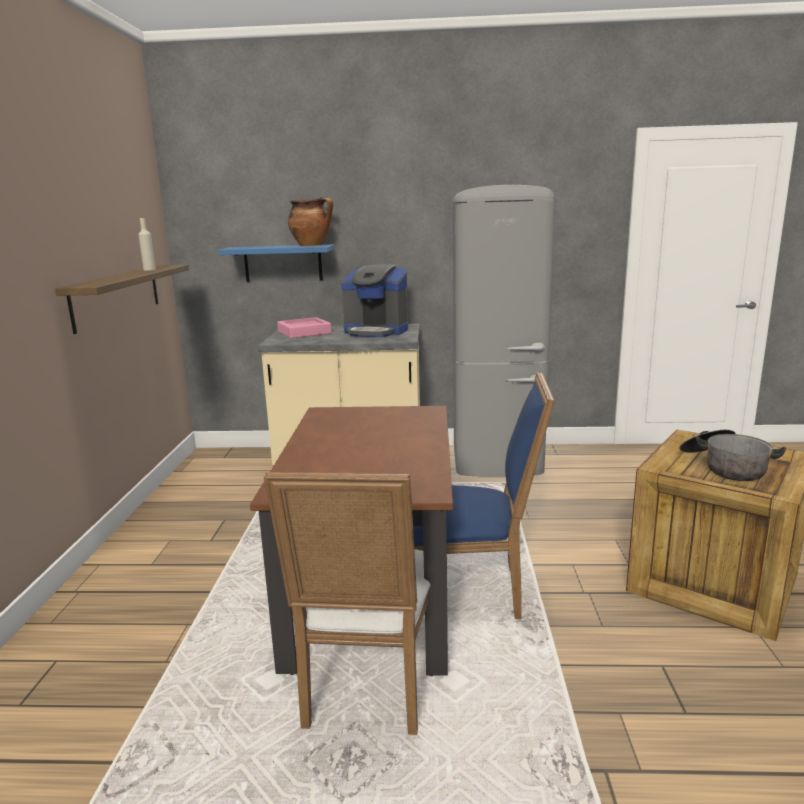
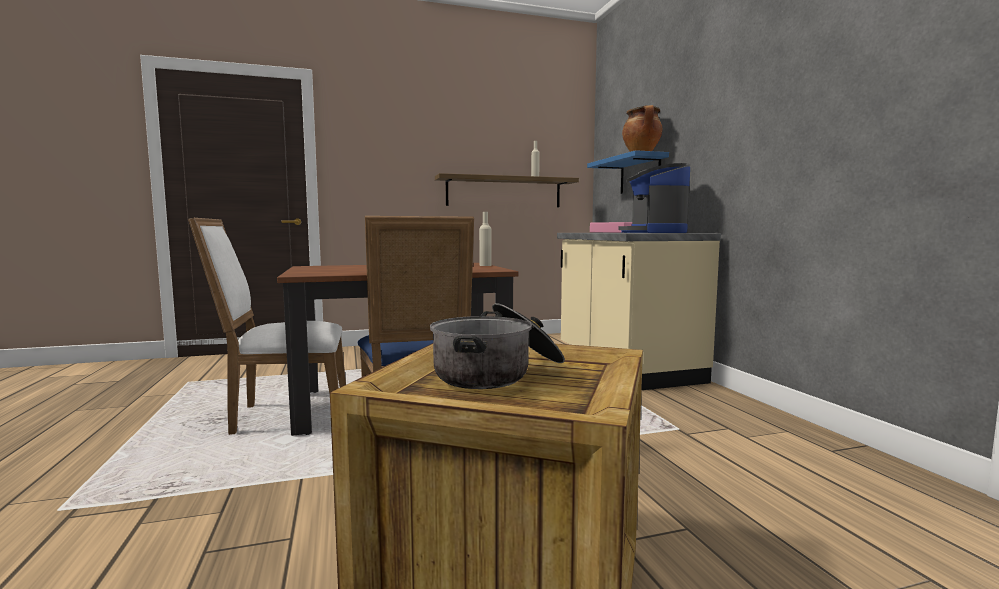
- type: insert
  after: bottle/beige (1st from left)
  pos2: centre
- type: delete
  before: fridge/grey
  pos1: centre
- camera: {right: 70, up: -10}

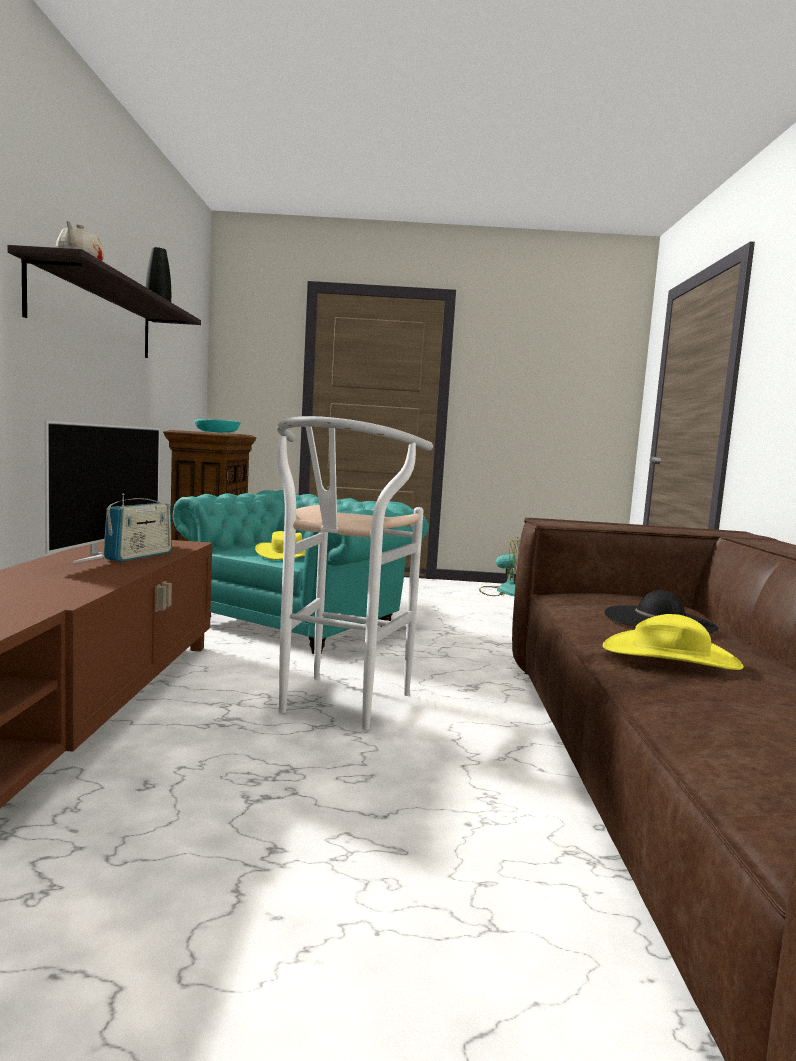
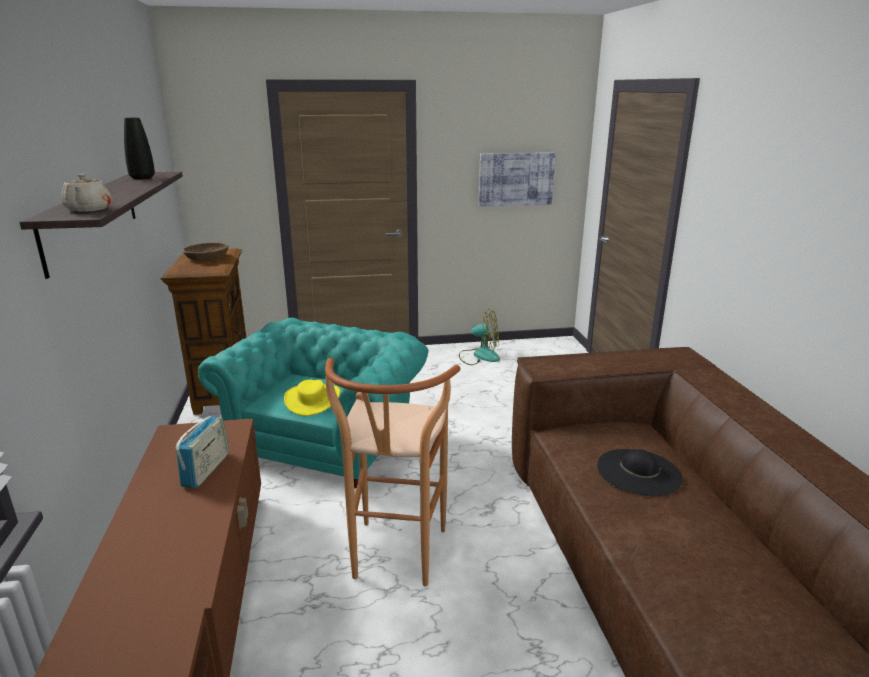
- type: recolor
  before: bowl/turquoise
  after: bowl/brown
  pos1: middle left
  pos2: middle left
- type: recolor
  before: stool/white
  after: stool/brown
  pos1: centre
  pos2: bottom centre
- type: insert
  after: picture
  pos2: top centre
- type: delete
  before: television
  pos1: middle left
- type: delete
  before: hat/yellow (2nd from left)
  pos1: middle right
- camera: {right: -10, up: 15}

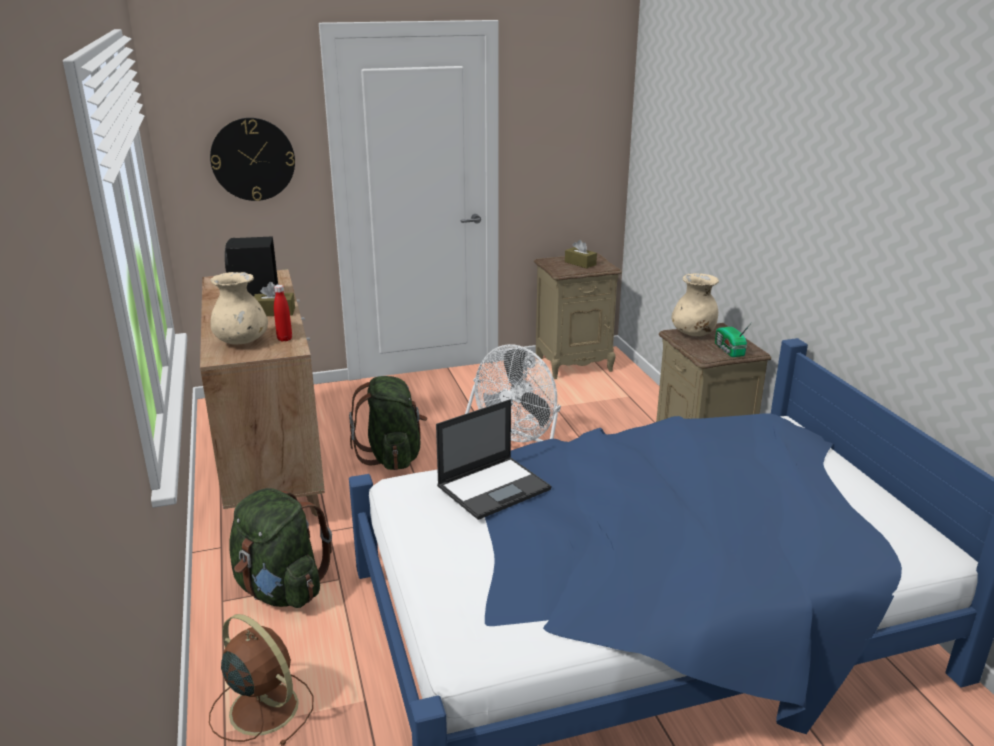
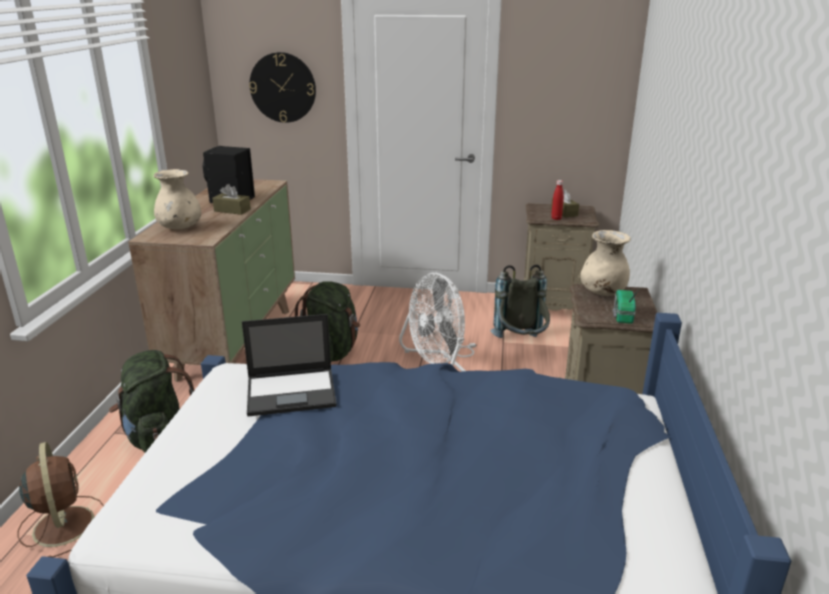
- type: insert
  after: backpack/grey
  pos2: centre
- type: move
  before: bottle/red
  pos1: middle left
  pos2: middle right
- camera: {right: 25, up: 0}

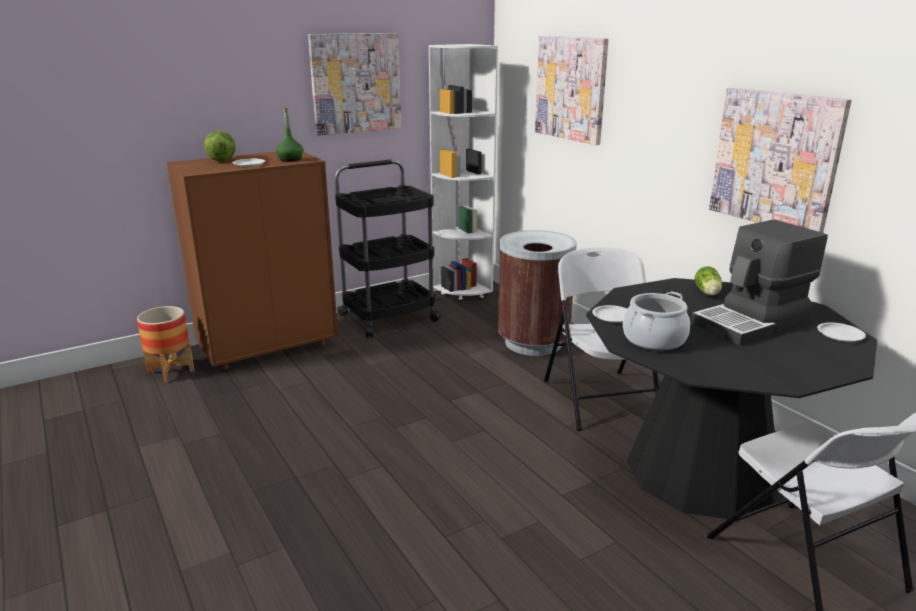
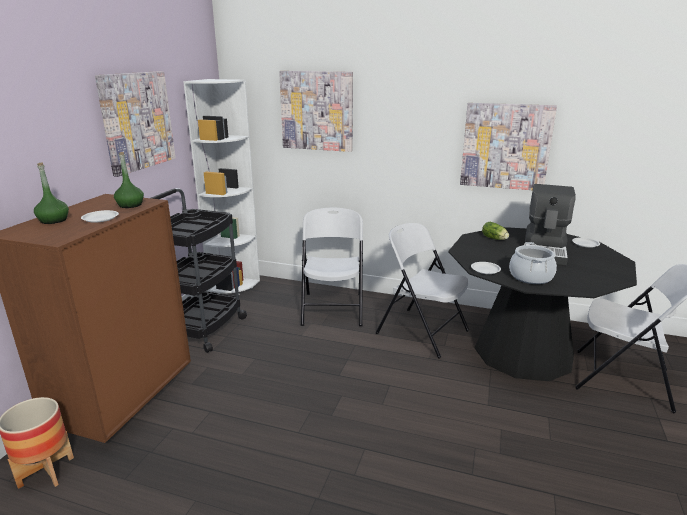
- type: replace
  before: lettuce (1st from left)
  after: bottle/green (1st from left)
  pos1: top left
  pos2: middle left
- type: replace
  before: trash can/brown
  after: chair/white (1st from left)
  pos1: centre
  pos2: centre
- camera: {right: -40, up: 0}

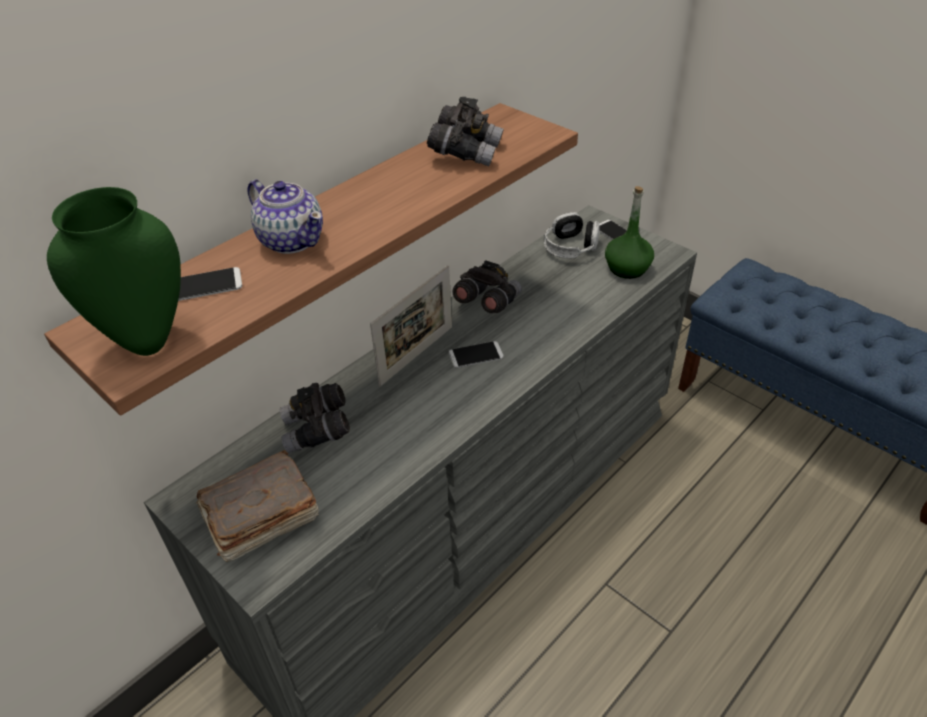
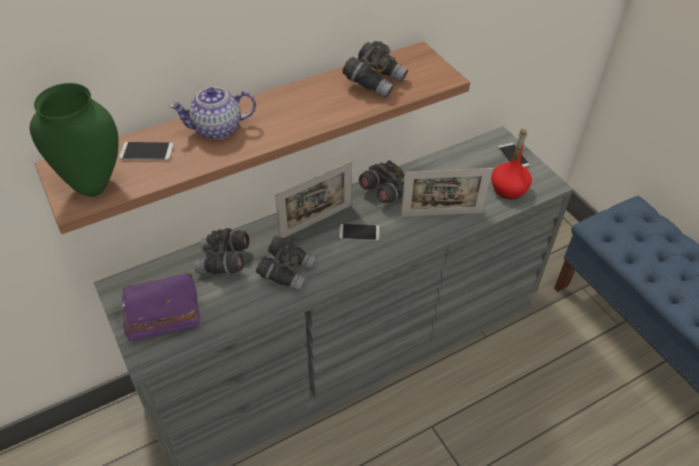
- type: recolor
  before: book/brown
  after: book/purple
  pos1: bottom left
  pos2: middle left
- type: rotate
  before: teapot
  pos1: top left
  pos2: top left
  turn: 105
- type: insert
  after: binoculars/grey (2nd from left)
  pos2: centre
- type: insert
  after: picture frame (2nd from left)
  pos2: centre
- type: recolor
  before: bottle/green
  after: bottle/red
  pos1: top right
  pos2: middle right
- type: delete
  before: headphones
  pos1: top centre
- camera: {right: 15, up: 5}

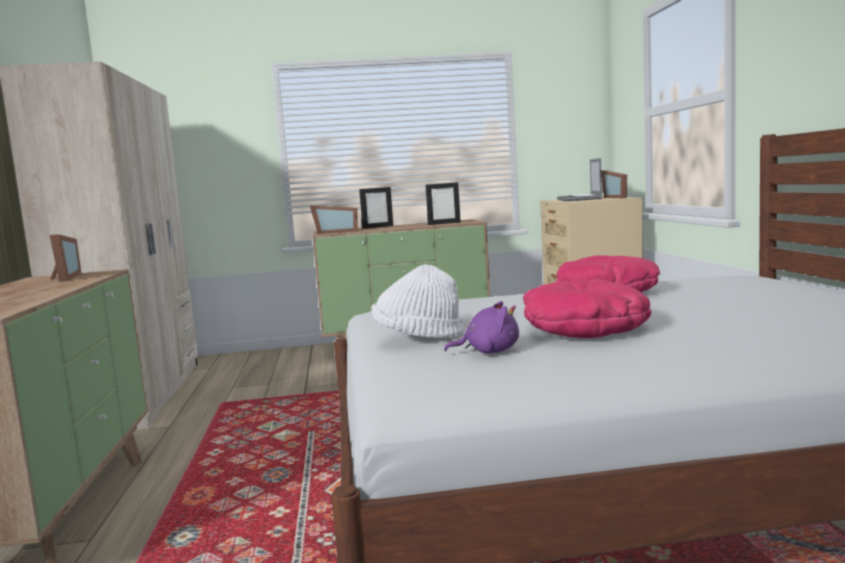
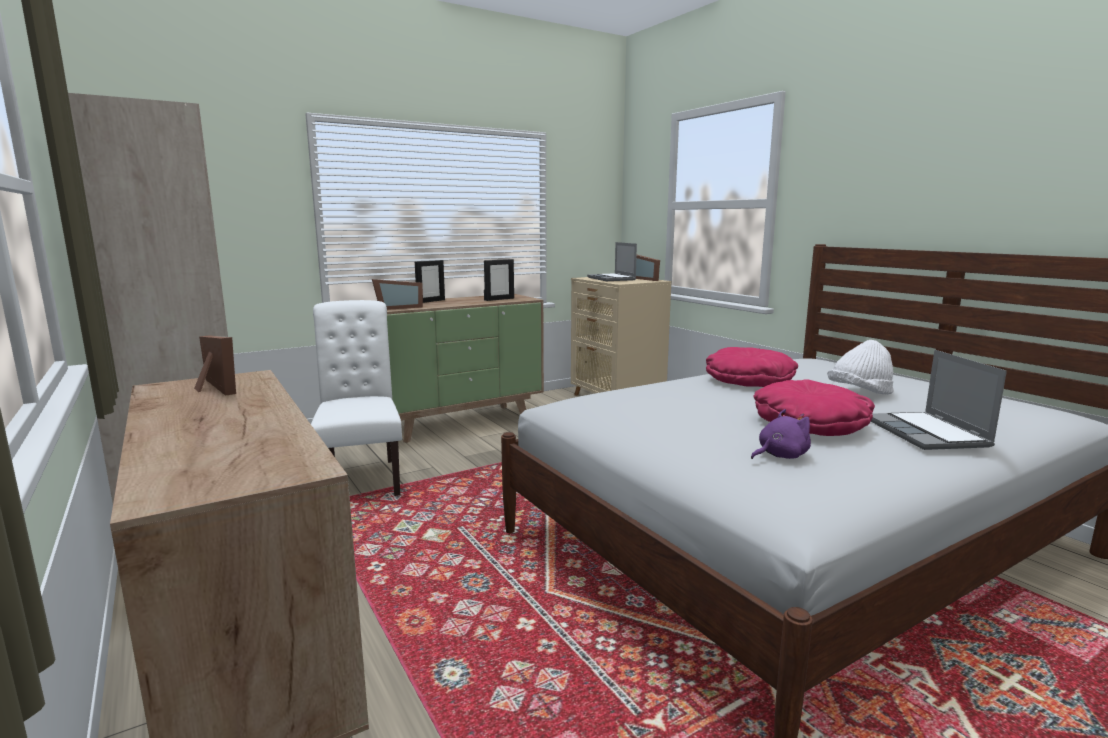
- type: insert
  after: chair/white
  pos2: middle left
- type: move
  before: hat/white
  pos1: centre
  pos2: middle right
- type: insert
  after: laptop (2nd from left)
  pos2: middle right
- camera: {right: -25, up: 5}

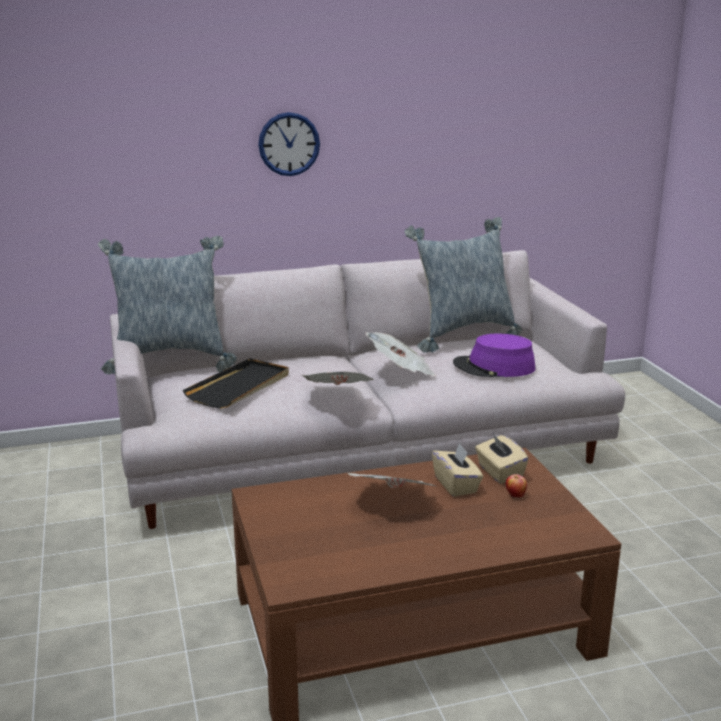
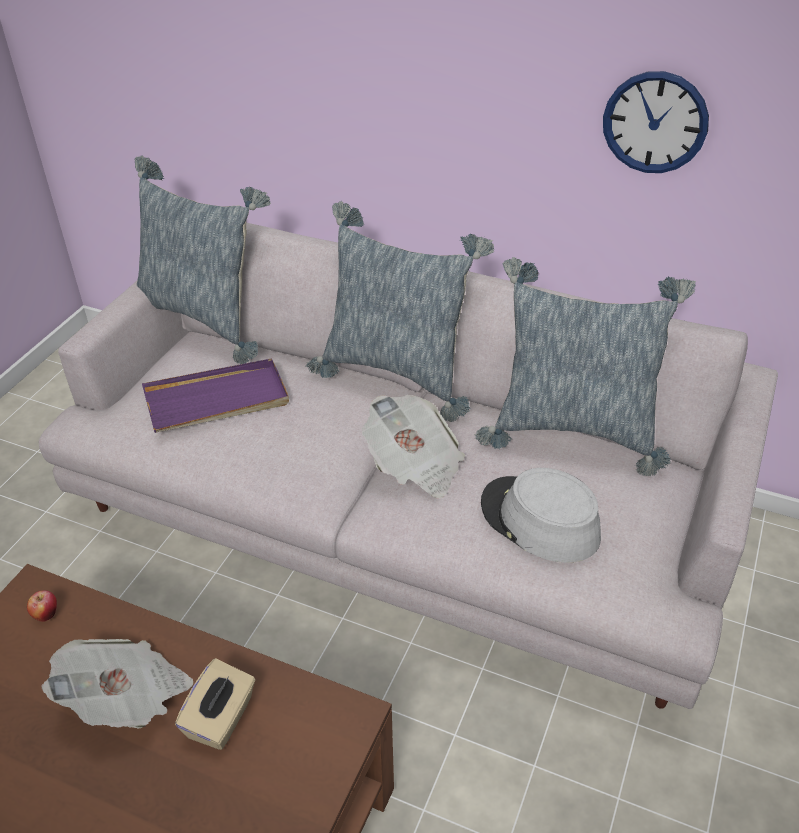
- type: move
  before: apple
  pos1: bottom right
  pos2: bottom left
- type: recolor
  before: tray/black
  after: tray/purple
  pos1: middle left
  pos2: middle left
- type: insert
  after: pillow (2nd from left)
  pos2: centre
- type: recolor
  before: hat/purple
  after: hat/grey
  pos1: middle right
  pos2: middle right
- type: move
  before: wall clock
  pos1: top centre
  pos2: top right
- type: delete
  before: newspaper (1st from left)
  pos1: centre
- type: delete
  before: tissue box/beige (2nd from left)
  pos1: middle right
- camera: {right: 40, up: 20}

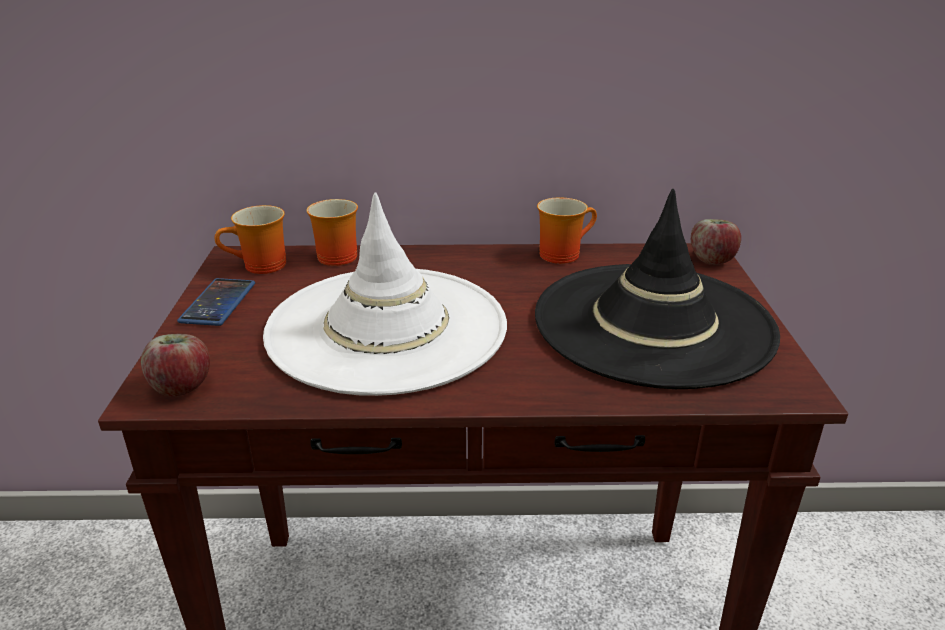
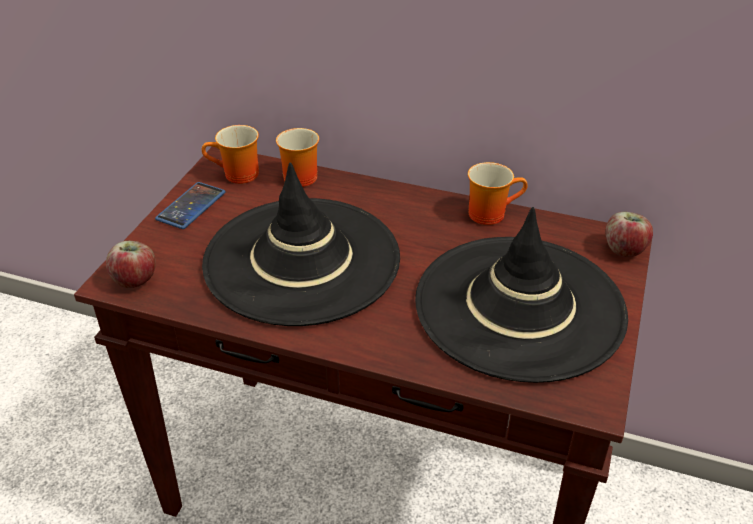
- type: recolor
  before: hat/white
  after: hat/black (1st from left)
  pos1: centre
  pos2: centre
- camera: {right: 20, up: 10}

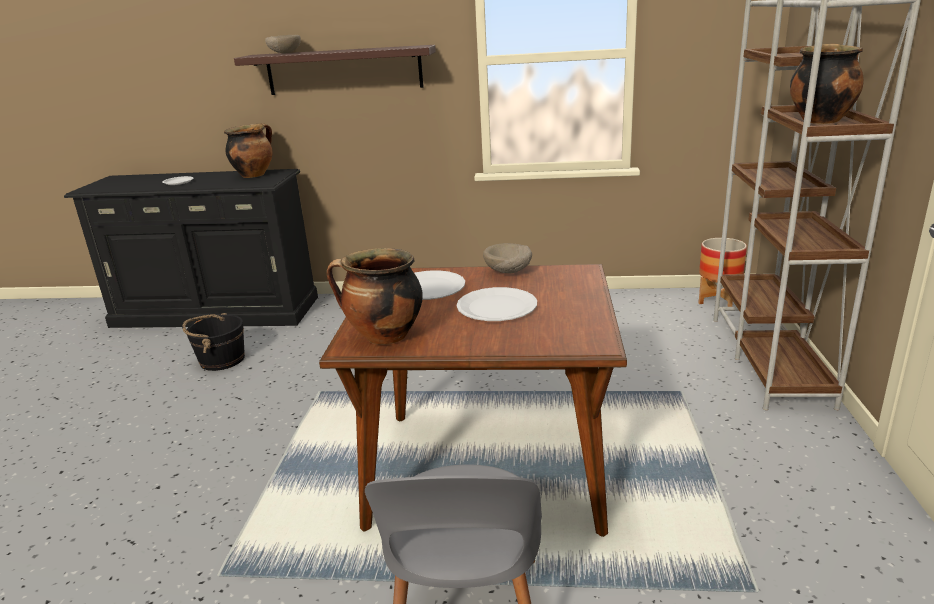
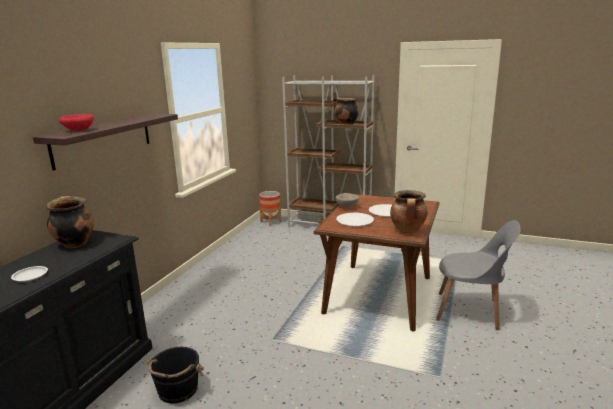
- type: recolor
  before: bowl/beige (1st from left)
  after: bowl/red
  pos1: top left
  pos2: top left
- camera: {right: -75, up: -5}

